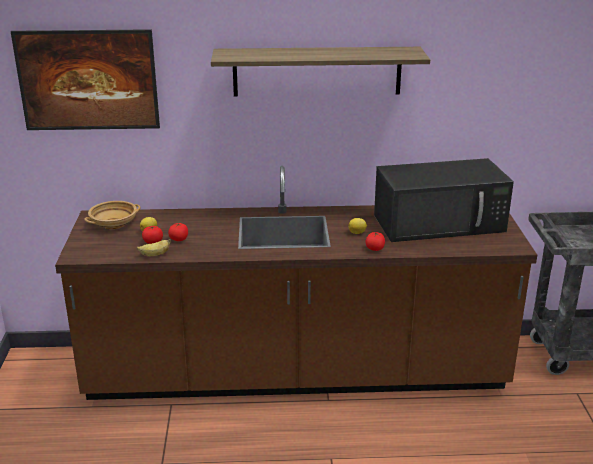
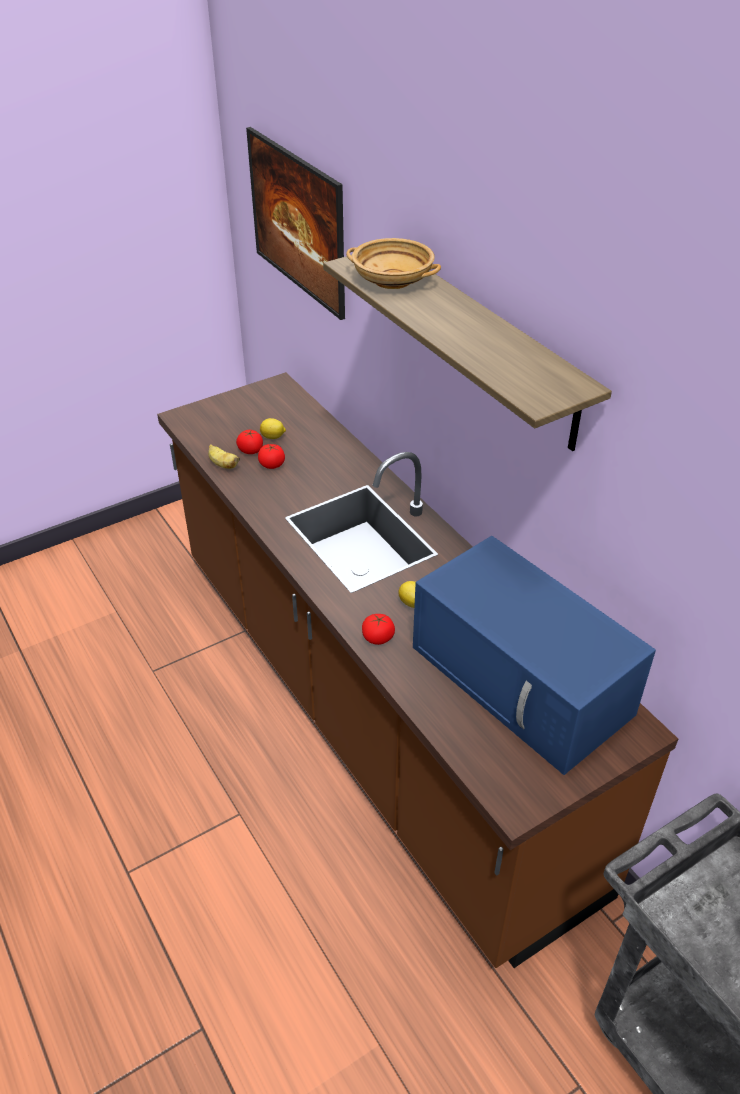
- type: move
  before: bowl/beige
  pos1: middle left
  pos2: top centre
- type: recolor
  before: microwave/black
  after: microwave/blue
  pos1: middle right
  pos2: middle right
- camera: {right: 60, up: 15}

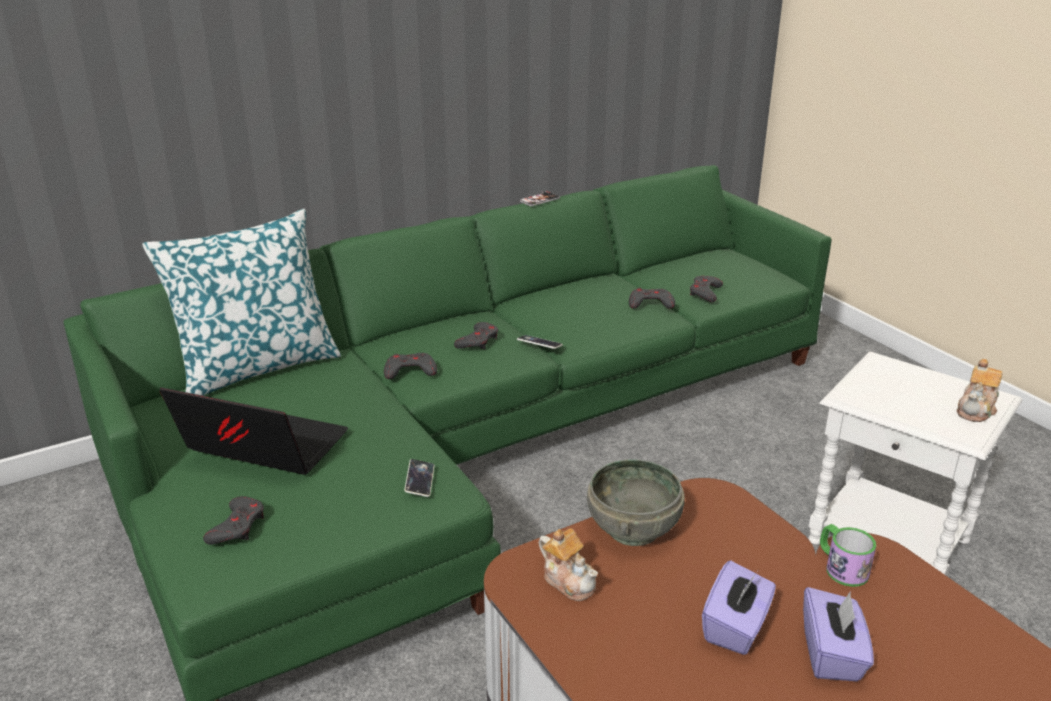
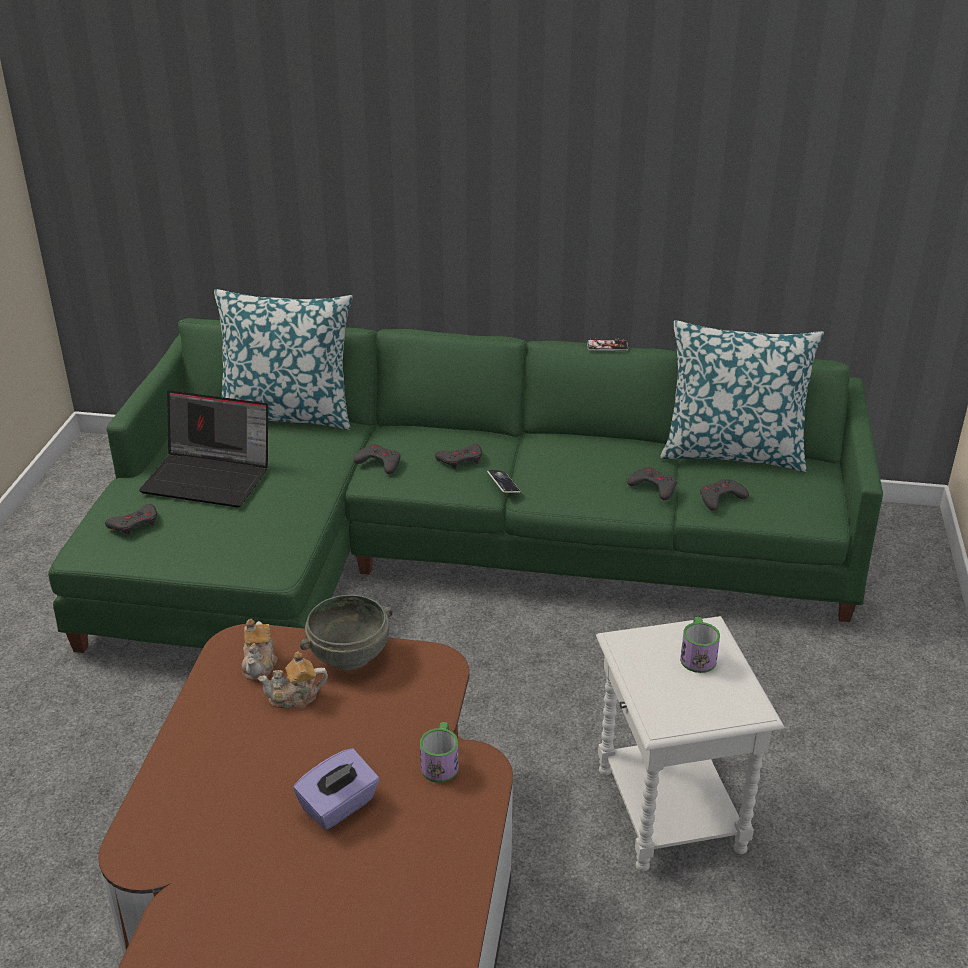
- type: rotate
  before: laptop
  pos1: middle left
  pos2: middle left
  turn: 135
- type: move
  before: teapot (2nd from left)
  pos1: middle right
  pos2: bottom left
- type: insert
  after: pillow (2nd from left)
  pos2: middle right
- type: insert
  after: mug (2nd from left)
  pos2: middle right
- type: delete
  before: phone (1st from left)
  pos1: bottom centre
- type: delete
  before: tissue box/purple (1st from left)
  pos1: bottom right
- camera: {right: 40, up: 5}

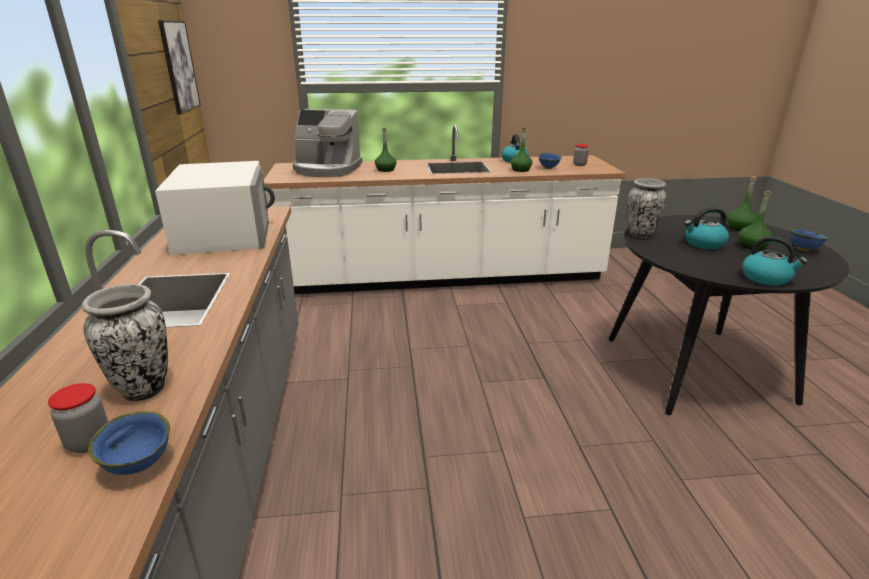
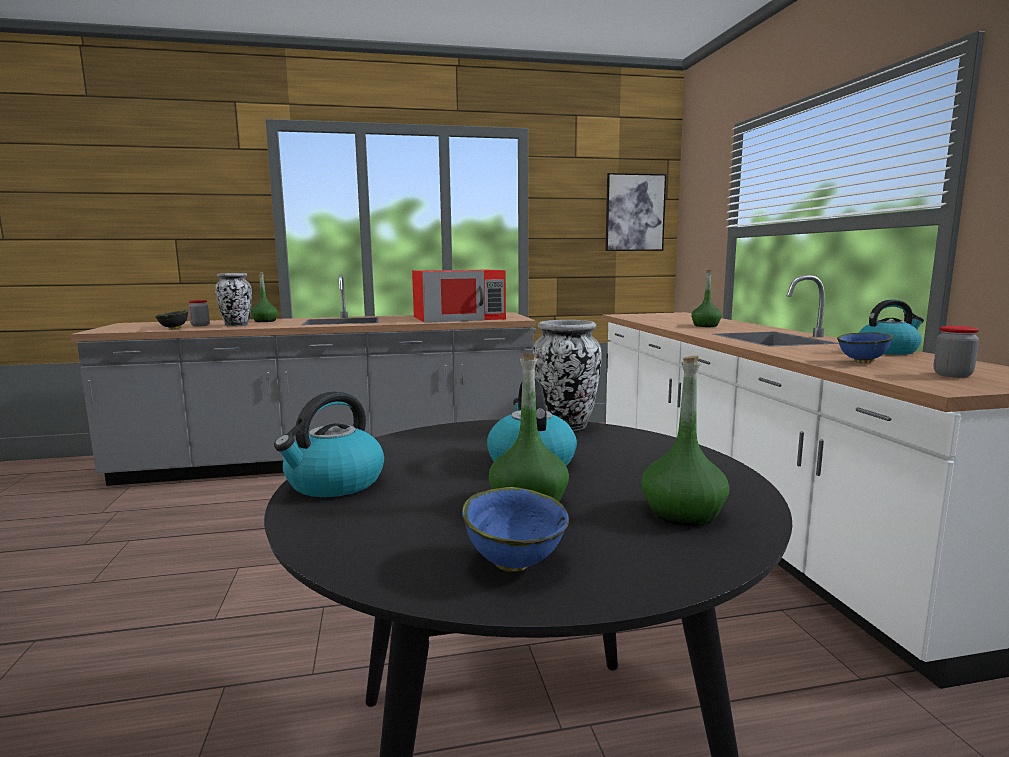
- type: recolor
  before: bowl/blue (1st from left)
  after: bowl/black
  pos1: bottom left
  pos2: middle left
- type: move
  before: bottle/green (2nd from left in the first image)
  after: bottle/green (1st from left)
  pos1: top centre
  pos2: middle left
- type: recolor
  before: microwave/white
  after: microwave/red
  pos1: middle left
  pos2: centre
- type: delete
  before: coffee machine
  pos1: top centre
- camera: {right: 85, up: -15}

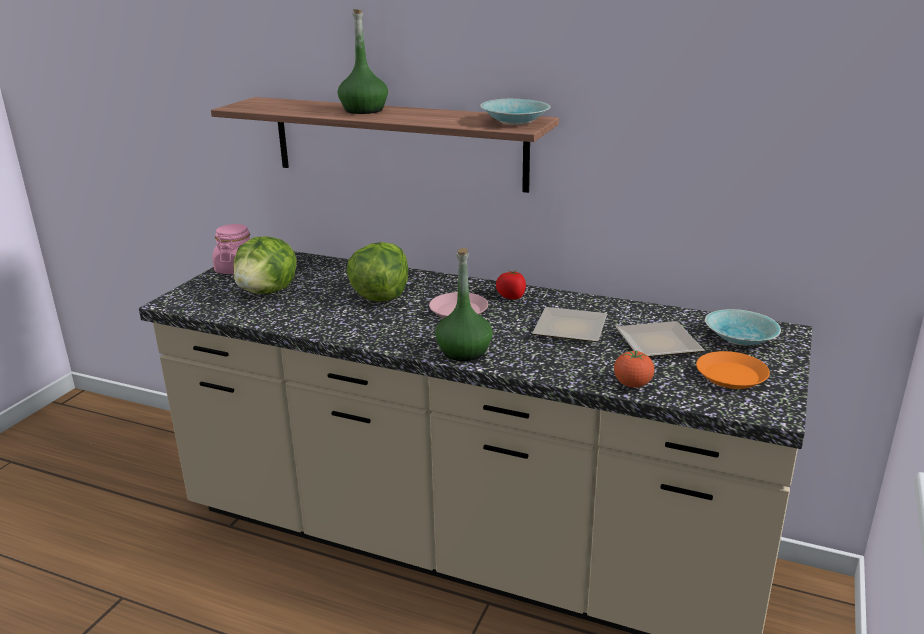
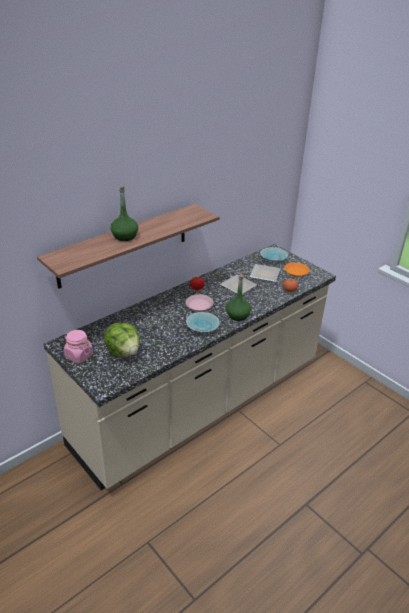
- type: move
  before: bowl/turquoise (1st from left)
  pos1: top centre
  pos2: centre
- type: delete
  before: lettuce (2nd from left)
  pos1: centre
- camera: {right: -65, up: 10}

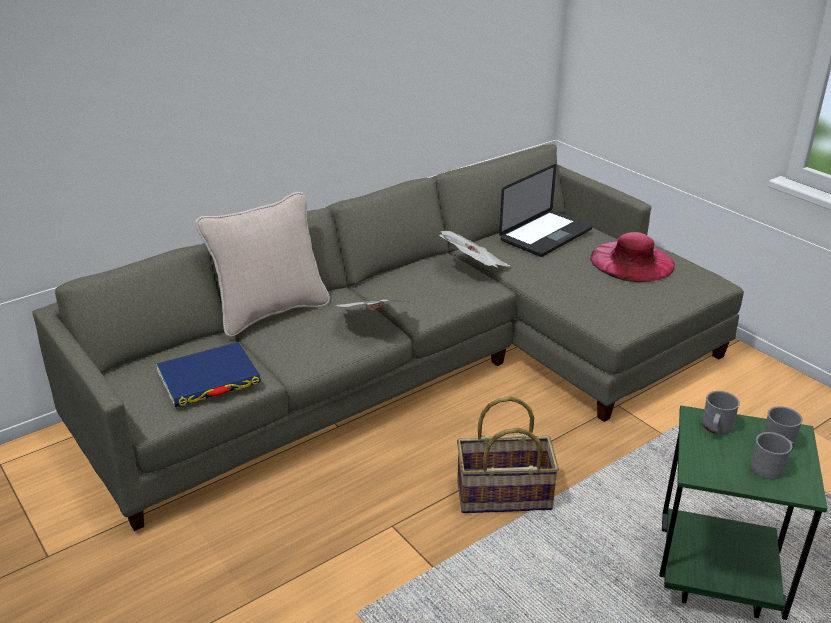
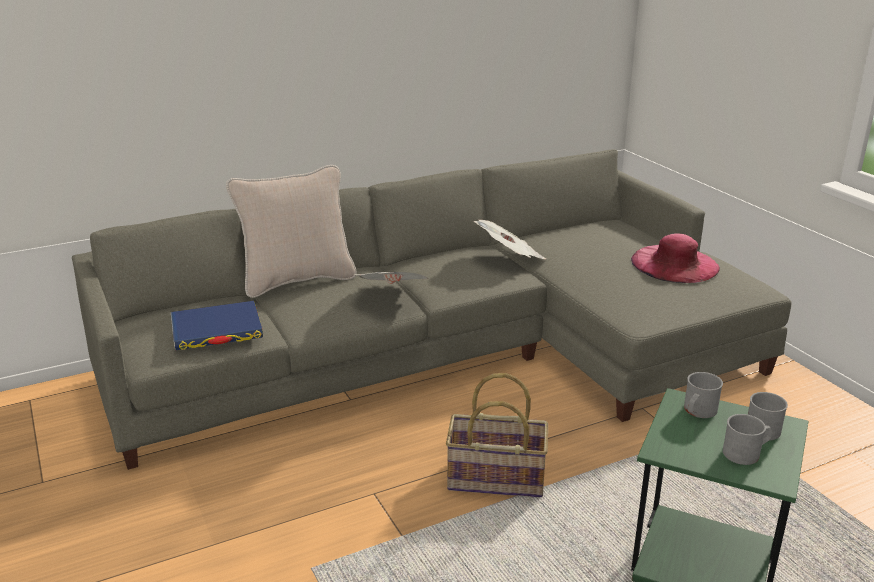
- type: delete
  before: laptop
  pos1: centre
- camera: {right: 10, up: -5}

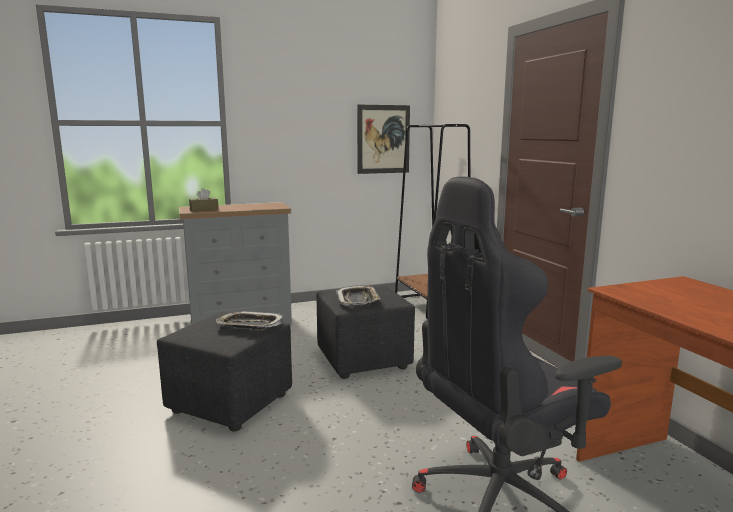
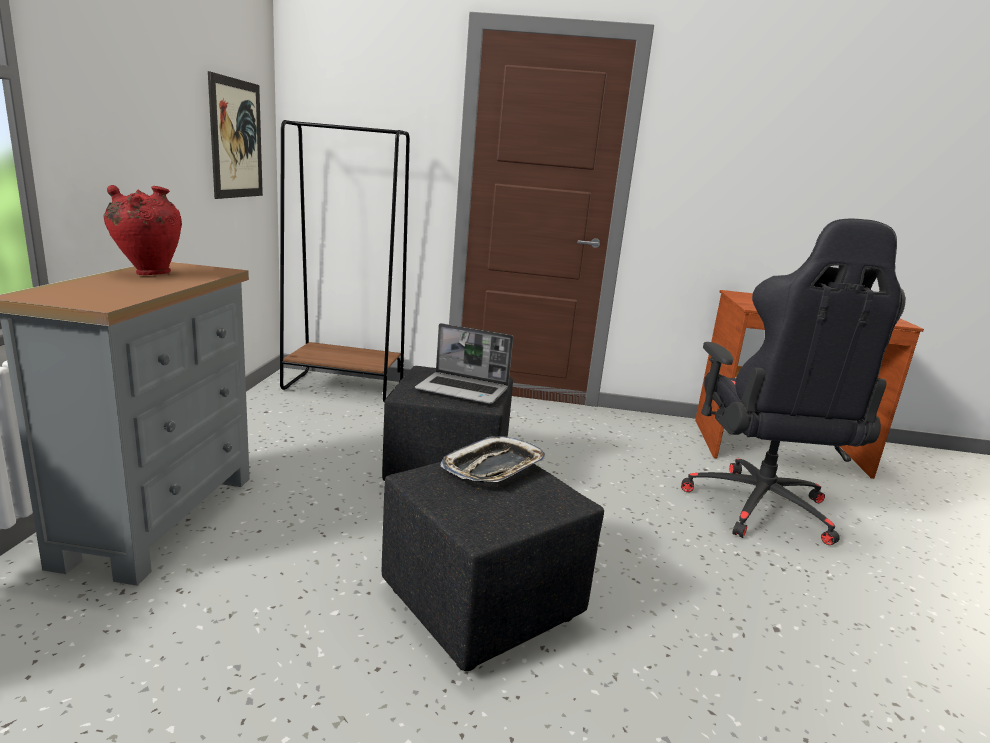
- type: insert
  after: vase/red
  pos2: top left
- type: replace
  before: tray (2nd from left)
  after: laptop
  pos1: centre
  pos2: centre
- type: delete
  before: tissue box/brown
  pos1: middle left
- camera: {right: -65, up: 5}

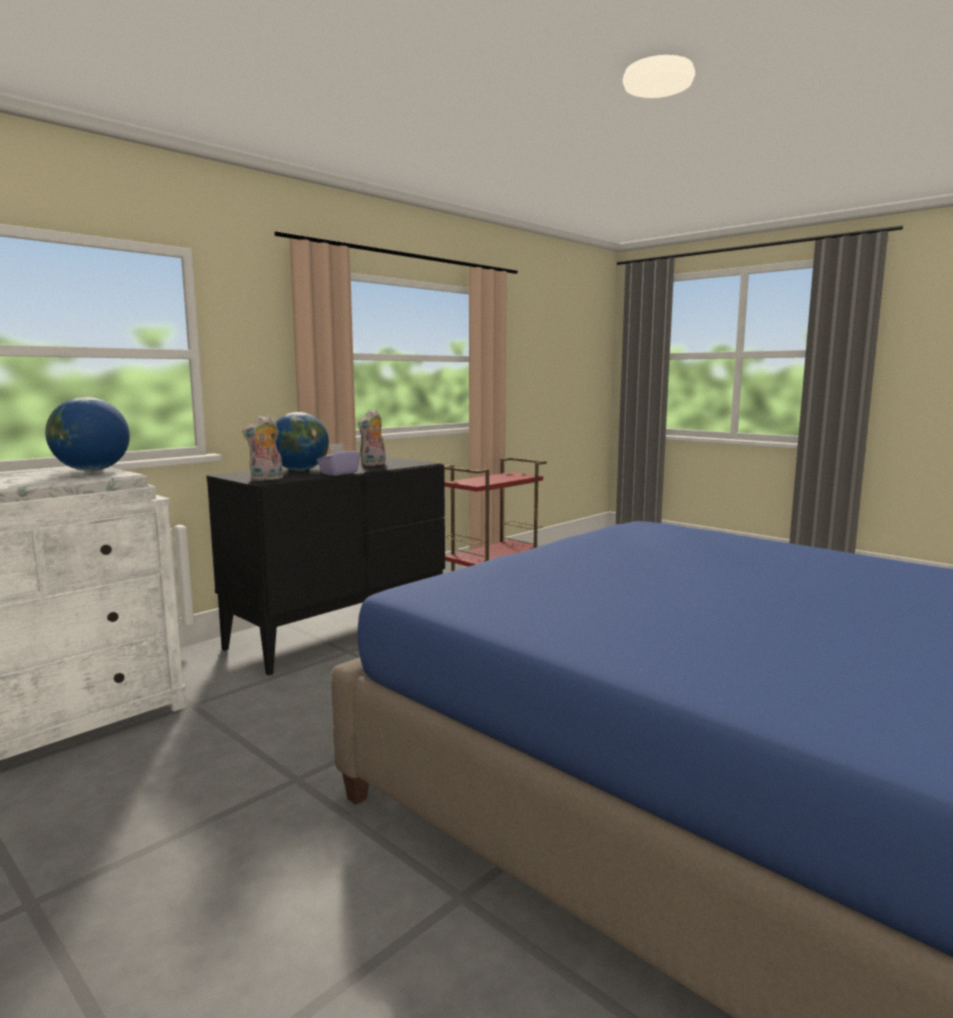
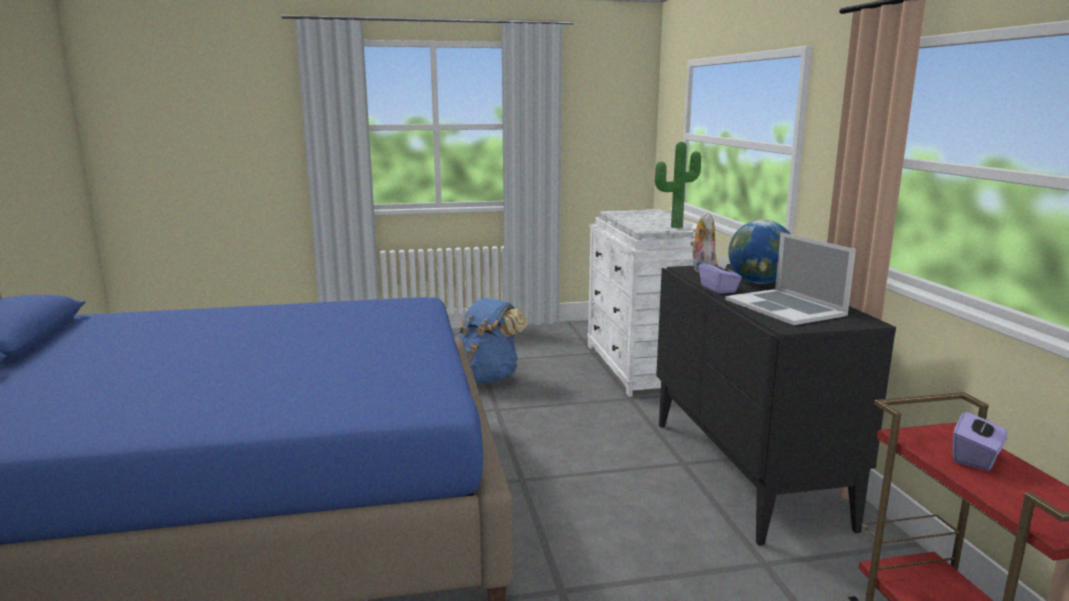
- type: insert
  after: backpack/blue
  pos2: centre
- type: replace
  before: globe (1st from left)
  after: potted plant
  pos1: middle left
  pos2: top centre
- type: replace
  before: plush toy (2nd from left)
  after: laptop
  pos1: centre
  pos2: middle right
- type: insert
  after: tissue box/purple (2nd from left)
  pos2: bottom right
- camera: {right: 125, up: 5}

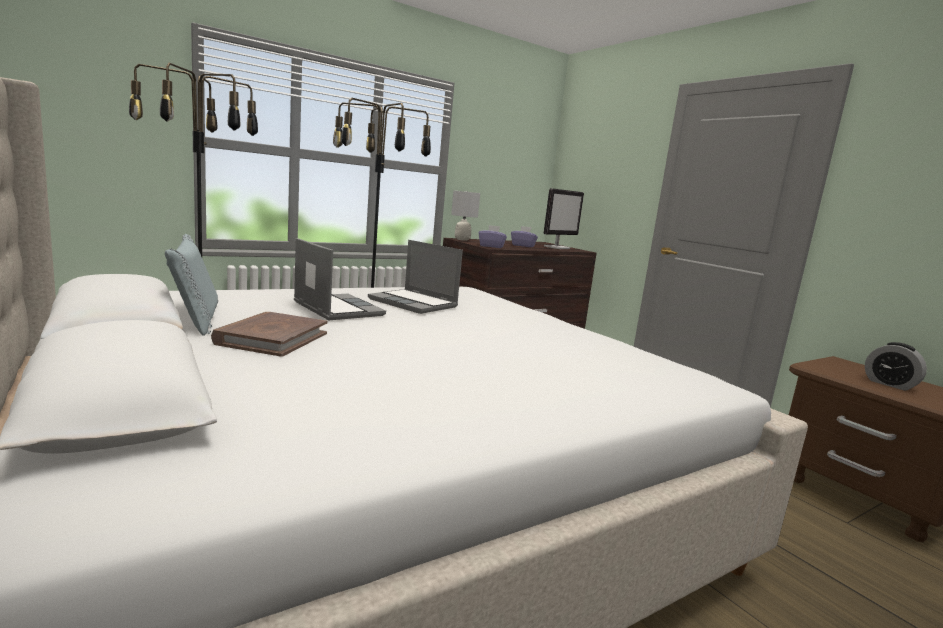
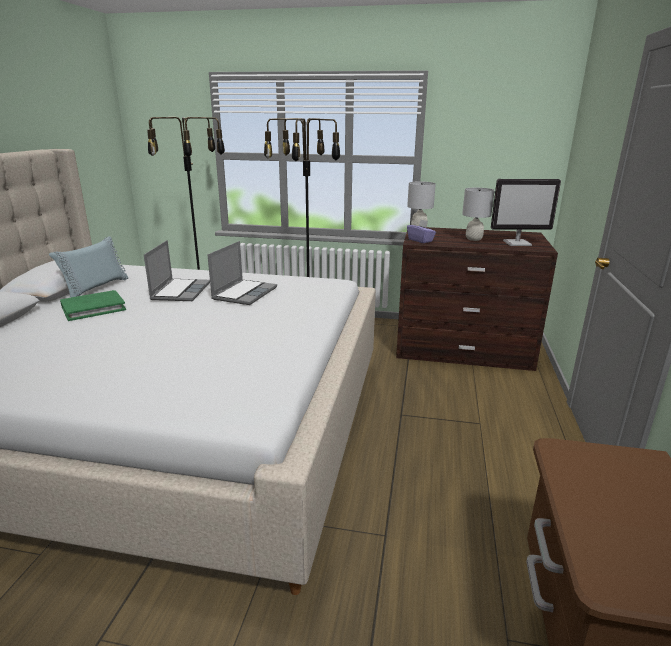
- type: recolor
  before: book/brown
  after: book/green
  pos1: middle left
  pos2: middle left
- type: rotate
  before: laptop (2nd from left)
  pos1: centre
  pos2: centre
  turn: -150
- type: replace
  before: tissue box/purple (2nd from left)
  after: table lamp/grey (2nd from left)
  pos1: centre
  pos2: top right
- type: delete
  before: alarm clock
  pos1: middle right
- camera: {right: 45, up: 10}

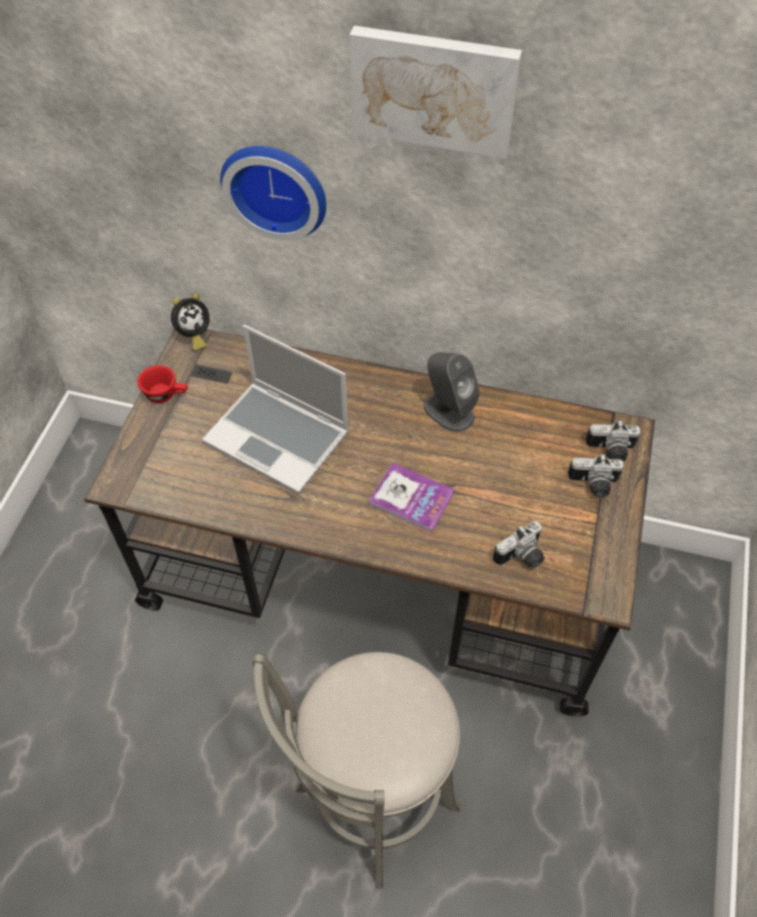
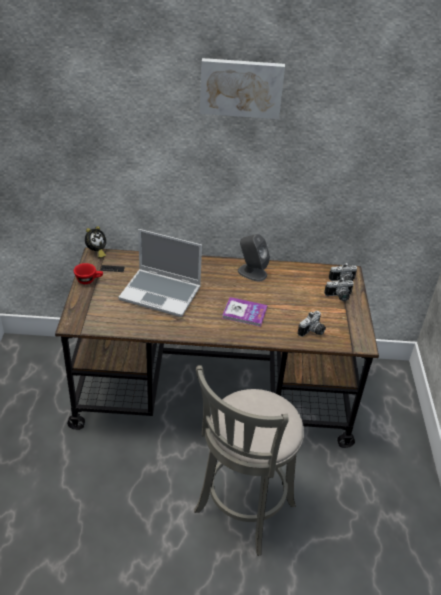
- type: delete
  before: wall clock
  pos1: top centre
- camera: {right: -15, up: -15}

